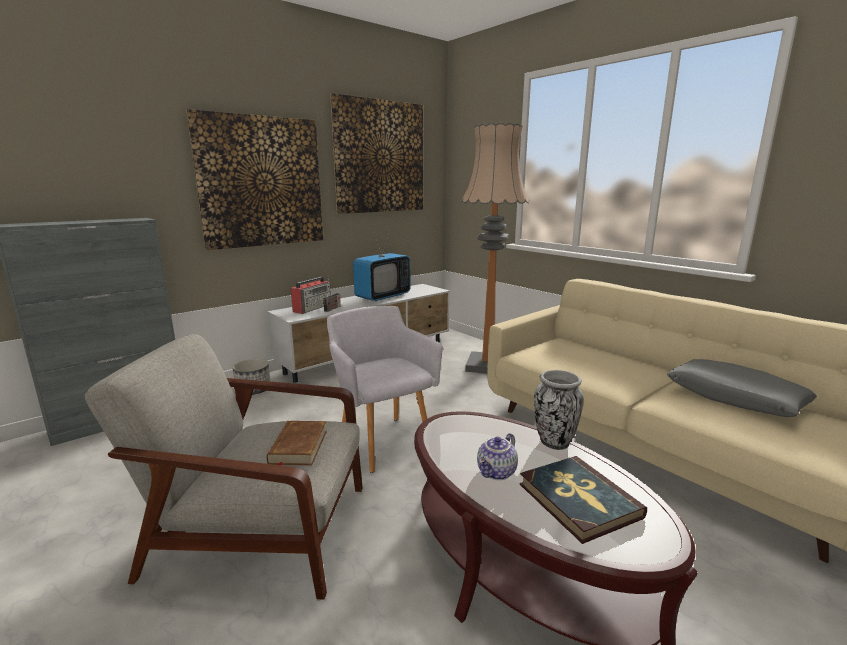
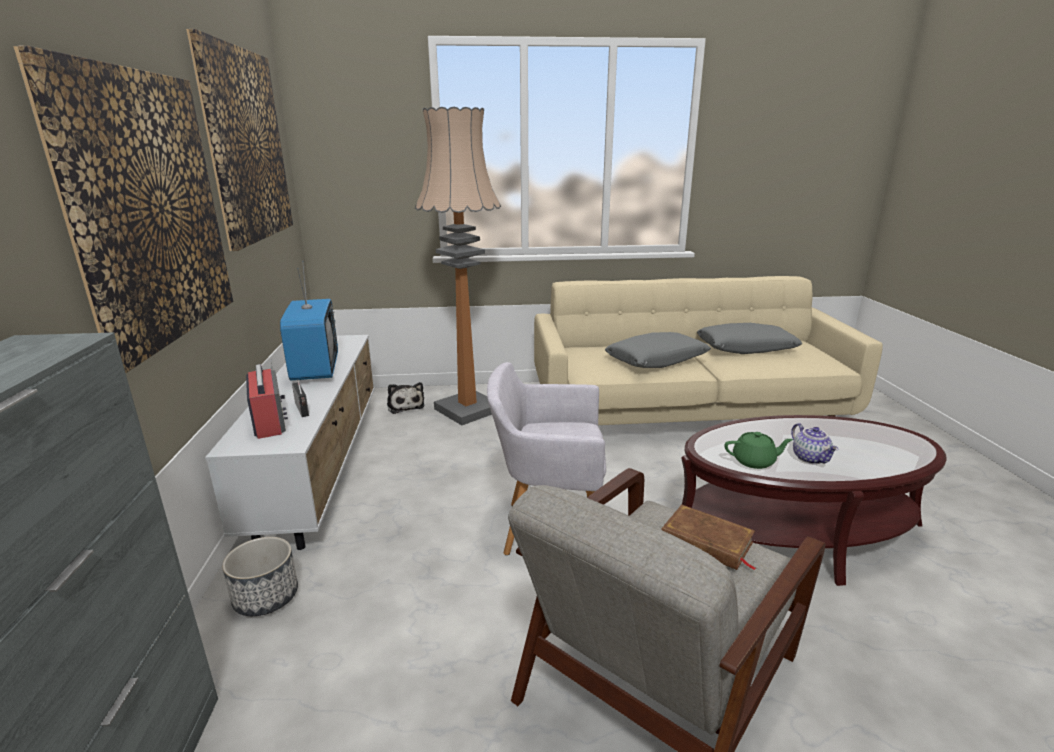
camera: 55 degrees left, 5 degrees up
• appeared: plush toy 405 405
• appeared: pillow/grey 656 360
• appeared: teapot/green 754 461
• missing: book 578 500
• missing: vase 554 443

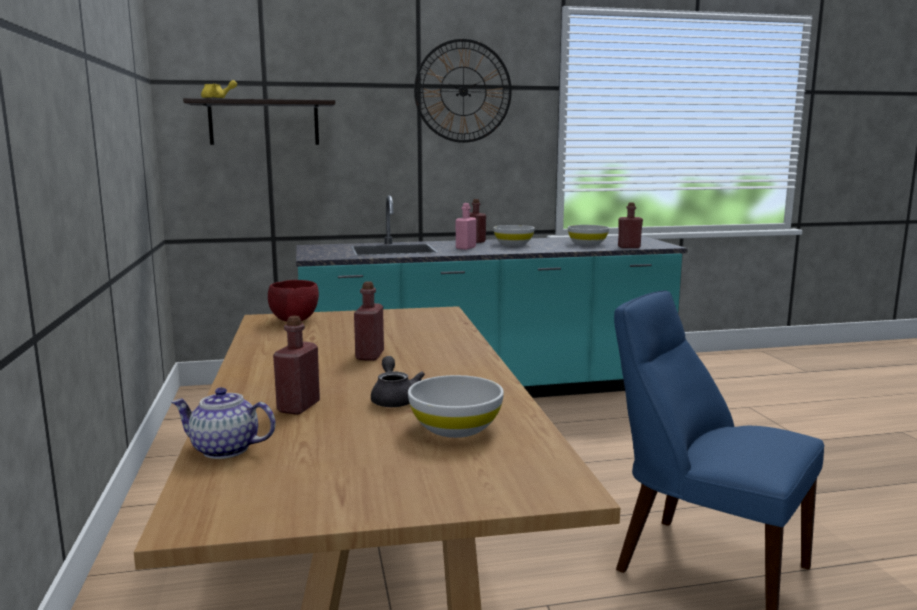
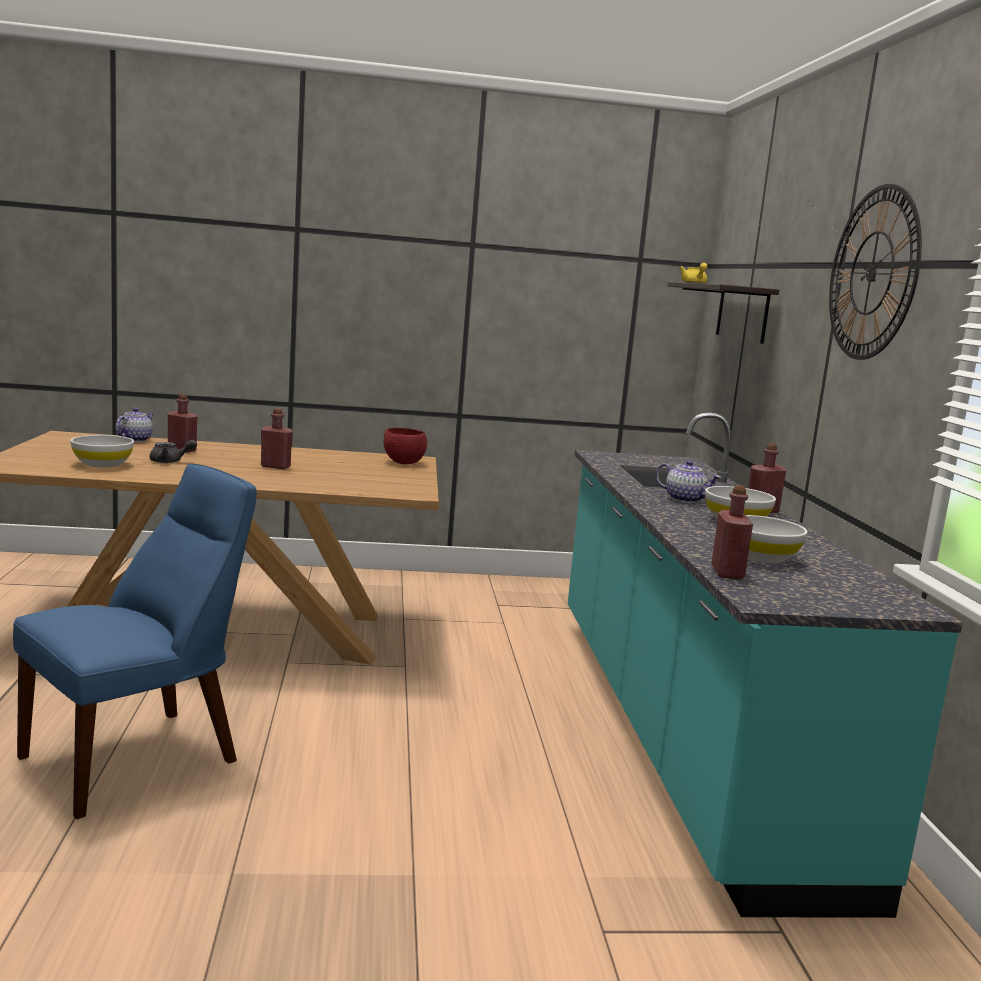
camera: 95 degrees right, 0 degrees up
• exchanged: bottle/pink 465 248 to teapot 685 499

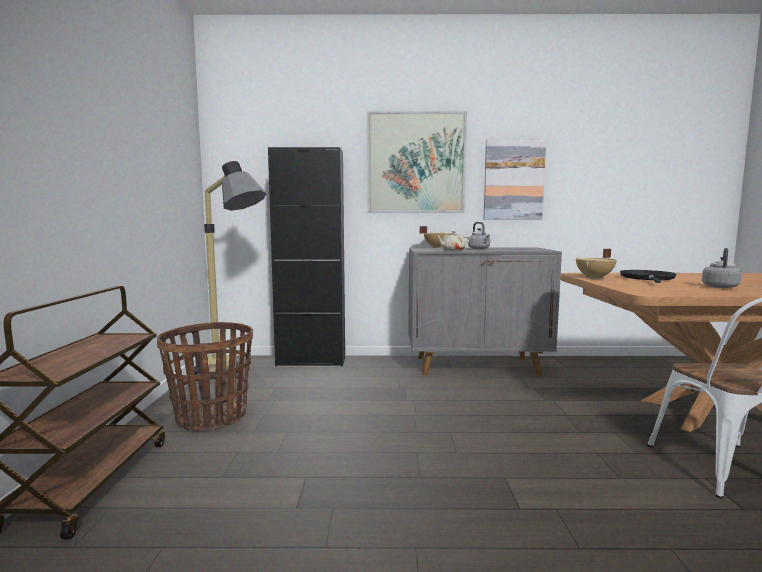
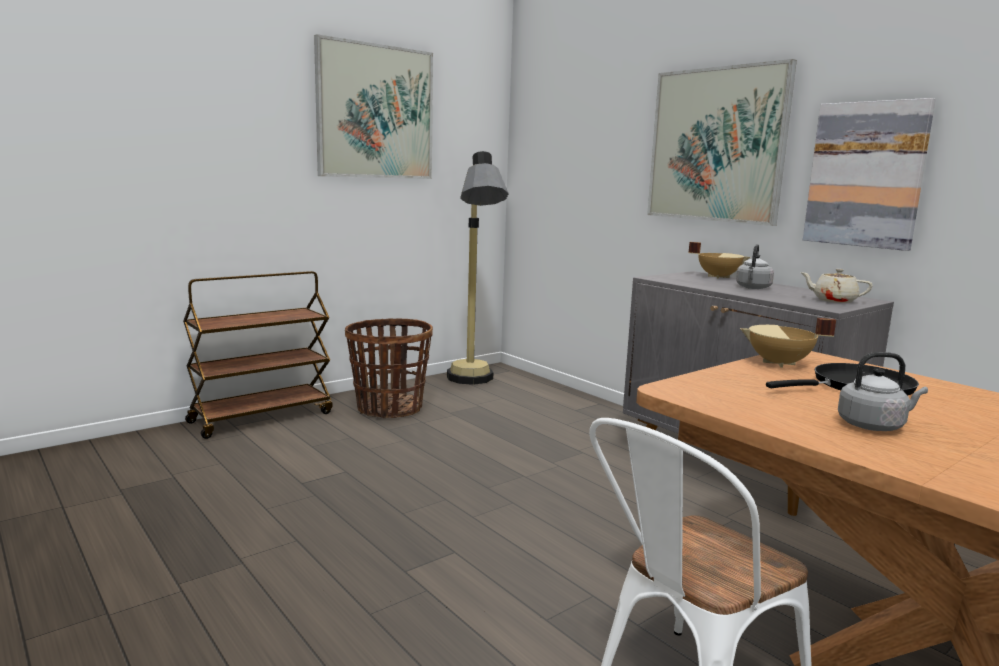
camera: 50 degrees right, 5 degrees up
• appeared: picture 375 112
• relocated: teapot/beige 452 250 to 833 300
• missing: cabinet/black 311 361

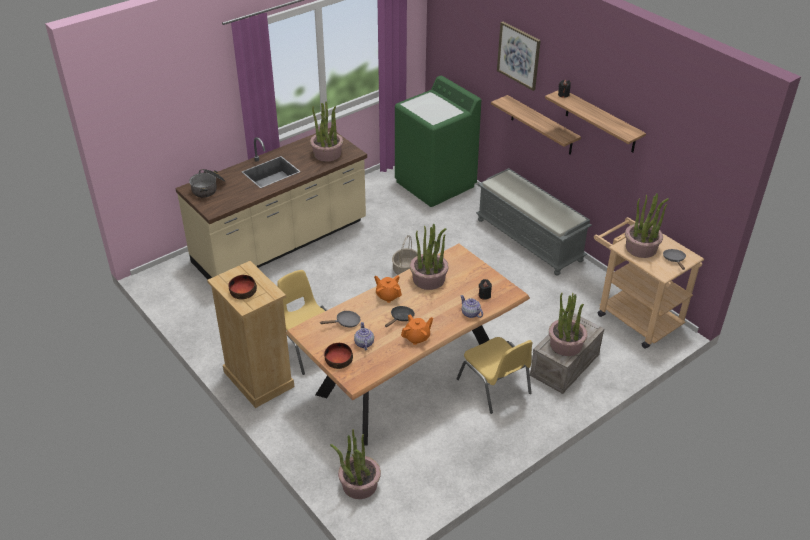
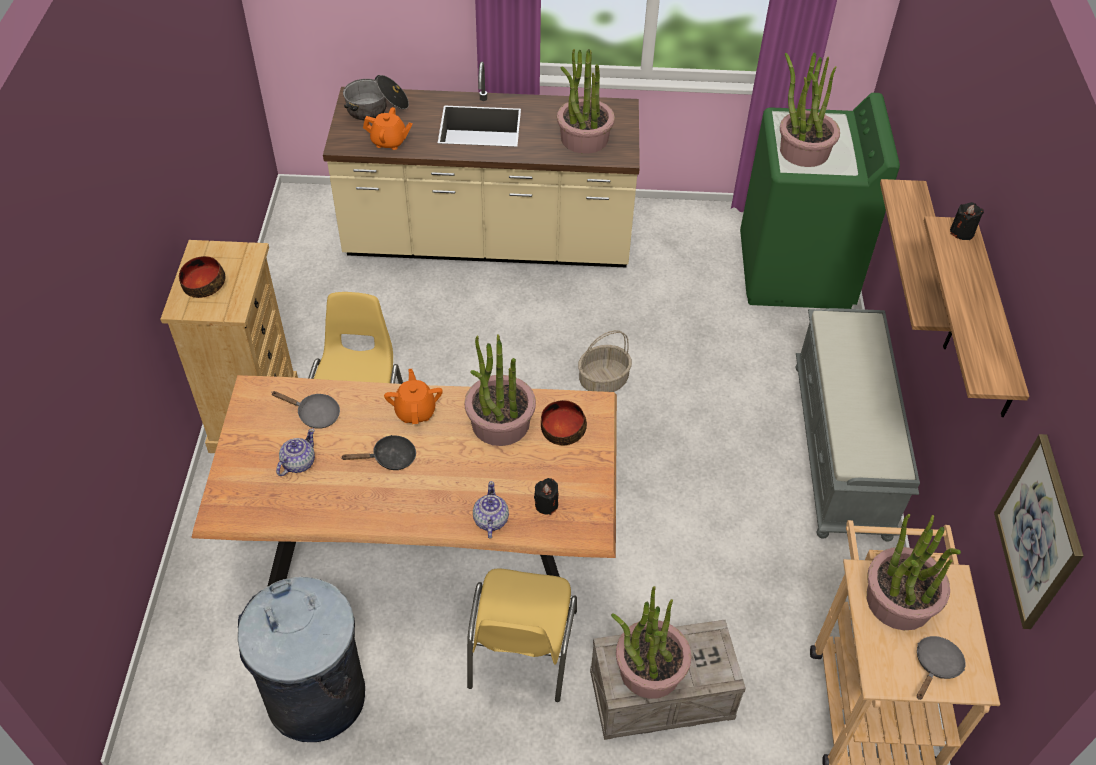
camera: 40 degrees right, 10 degrees up
• appeared: trash can/grey 316 697
• relocated: teapot/orange 417 337 to 389 142
• relocated: bowl 338 360 to 562 429
• relocated: potted plant 359 484 to 803 151
• relocated: picture 519 55 to 1039 532

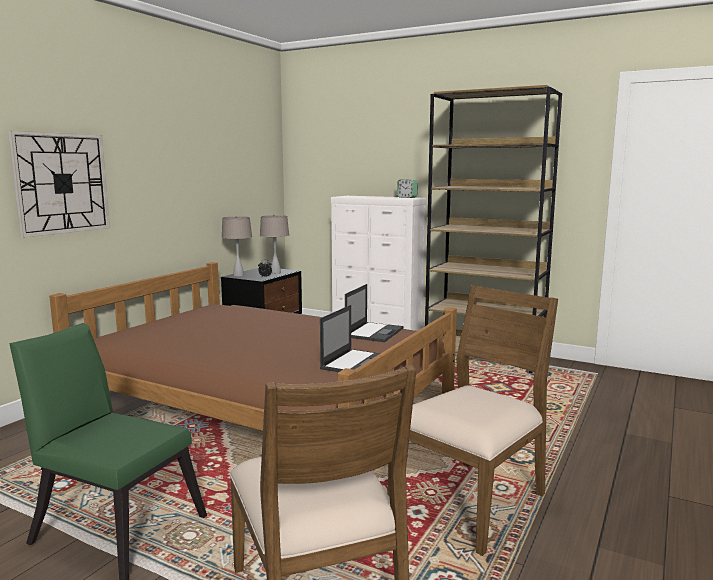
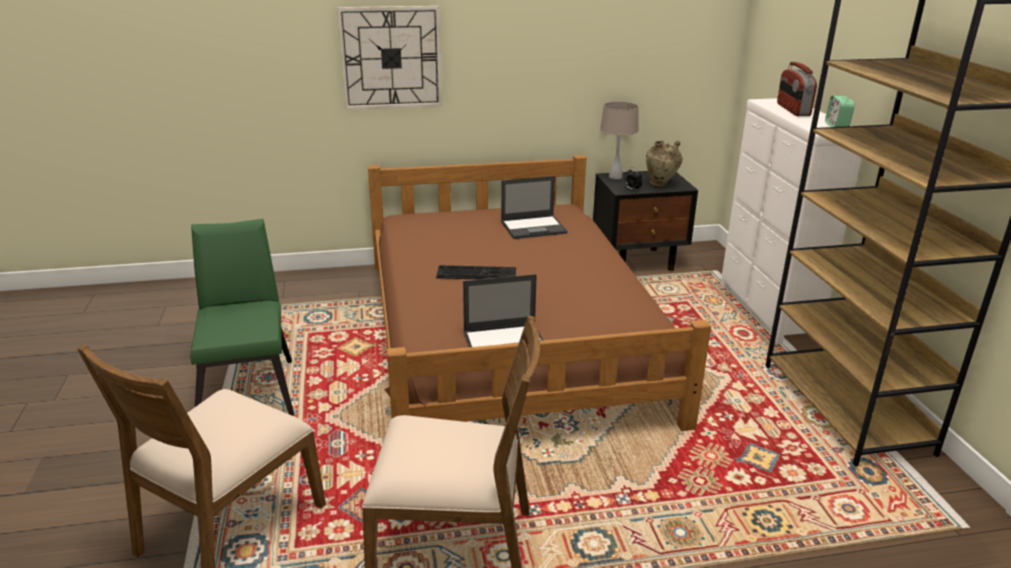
camera: 50 degrees right, 15 degrees up
• appeared: keyboard 477 273
• relocated: laptop 374 332 to 534 227
• exchanged: table lamp/beige 275 272 to vase/beige 661 185
• appeared: radio 792 110

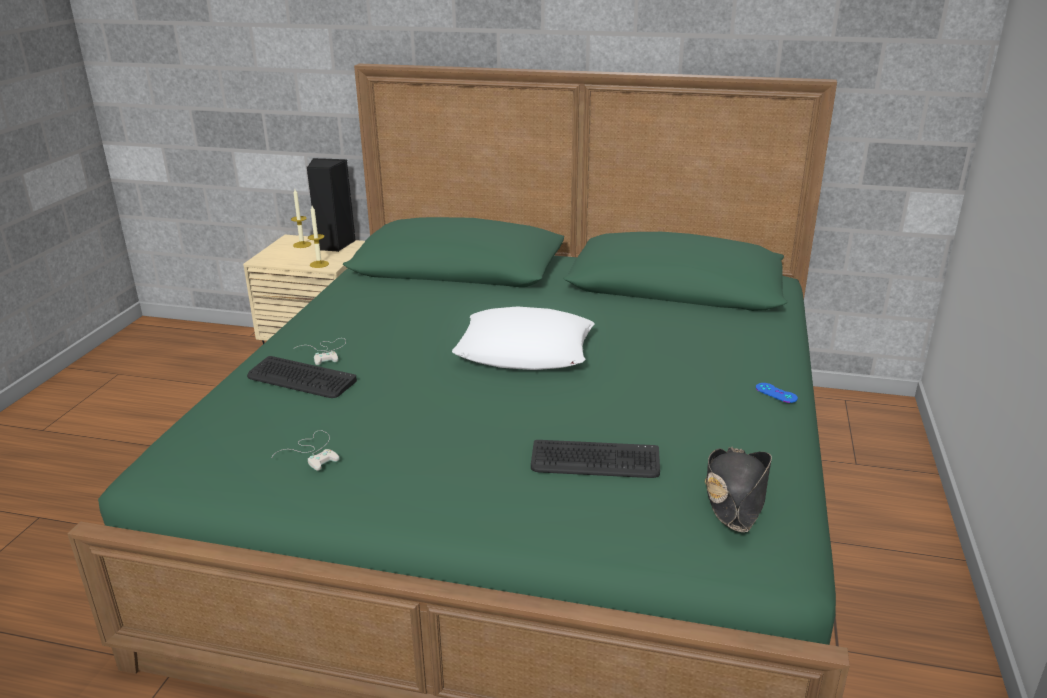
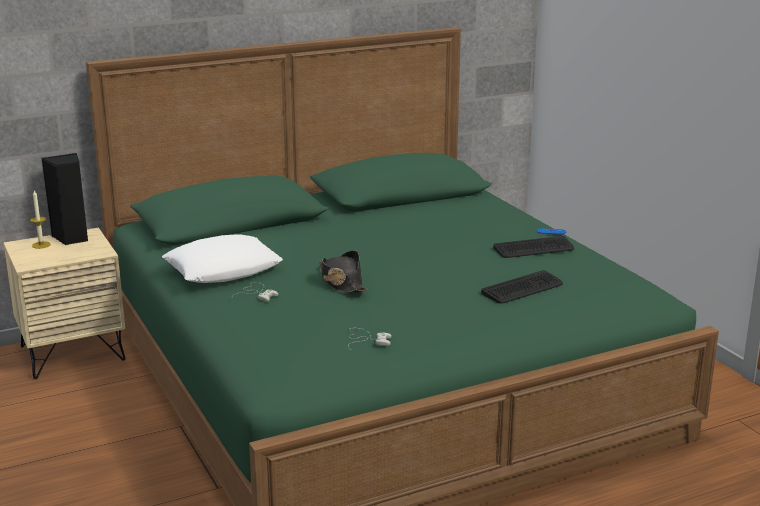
camera: 40 degrees left, 5 degrees down
• relocated: pillow/white 525 350 to 223 269
• relocated: hat/black 735 496 to 341 282
• relocated: keyboard 301 379 to 534 249
• missing: candle 319 264

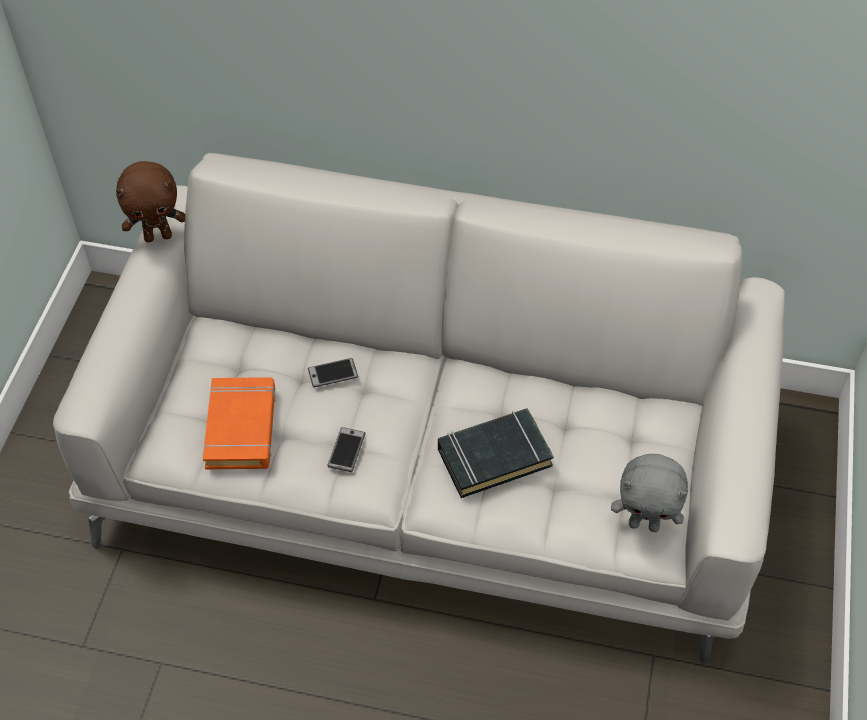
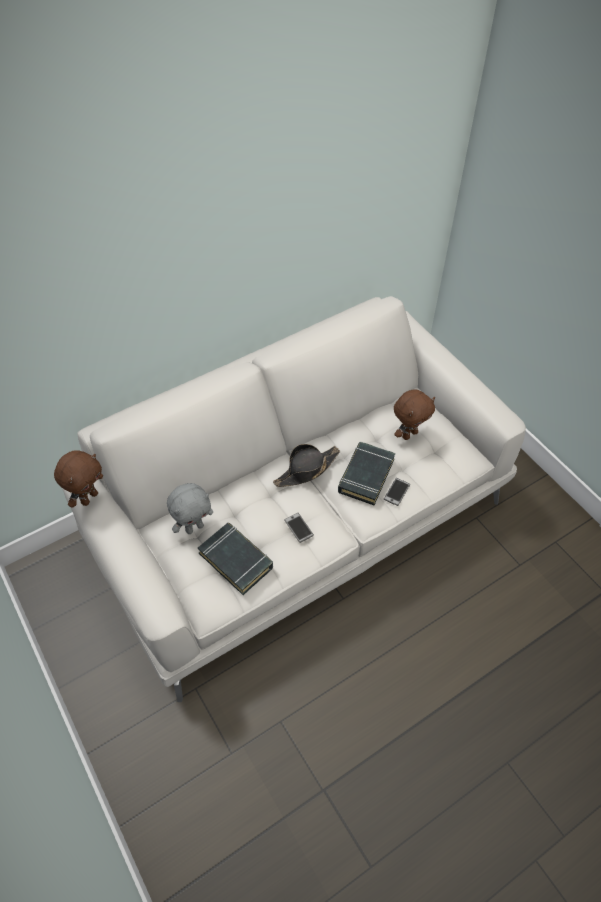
camera: 45 degrees left, 0 degrees up
• relocated: plush toy/grey 644 524 to 194 527
• colour: book/orange 241 428 to book/black 236 560
• appeared: hat/black 306 470
• relocated: phone 333 373 to 396 492
• appeared: plush toy/brown 409 434

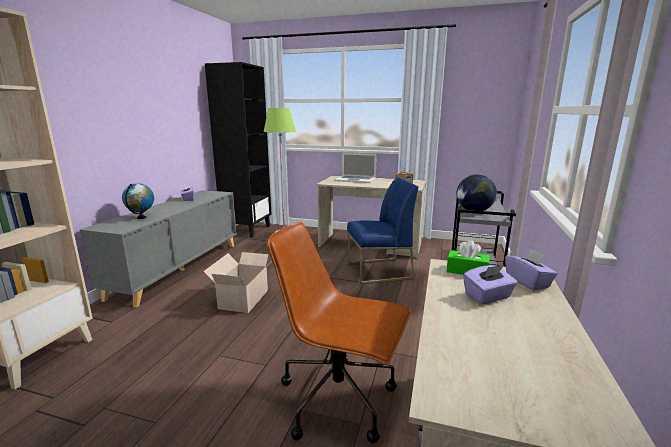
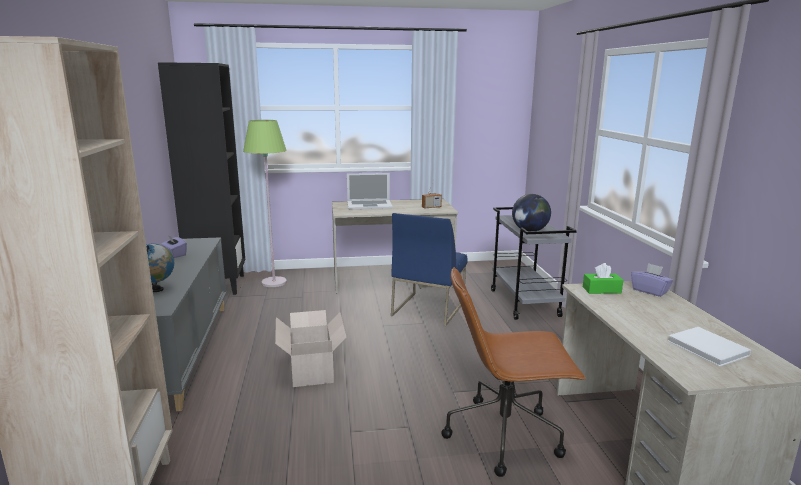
camera: 25 degrees left, 0 degrees up
• spun: chair/blue 378 271 = 428 308 150 degrees clockwise
• appeared: book/white 709 349
• missing: tissue box/purple 488 297

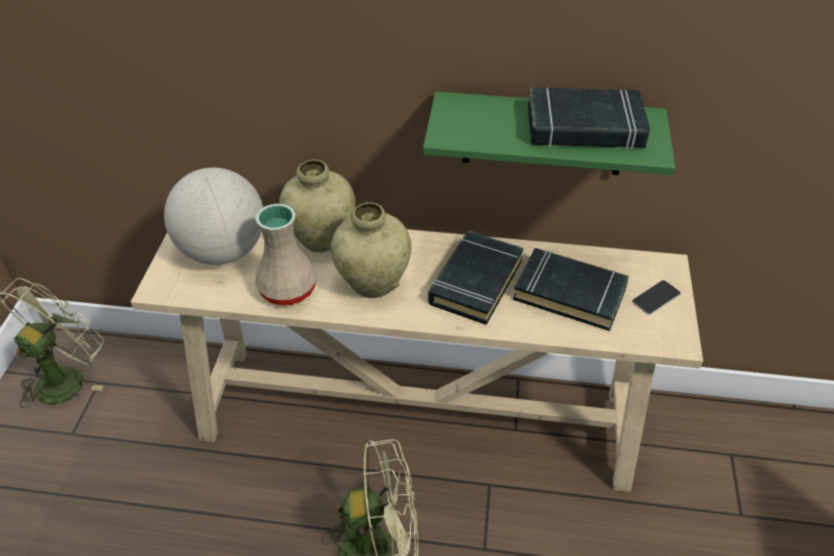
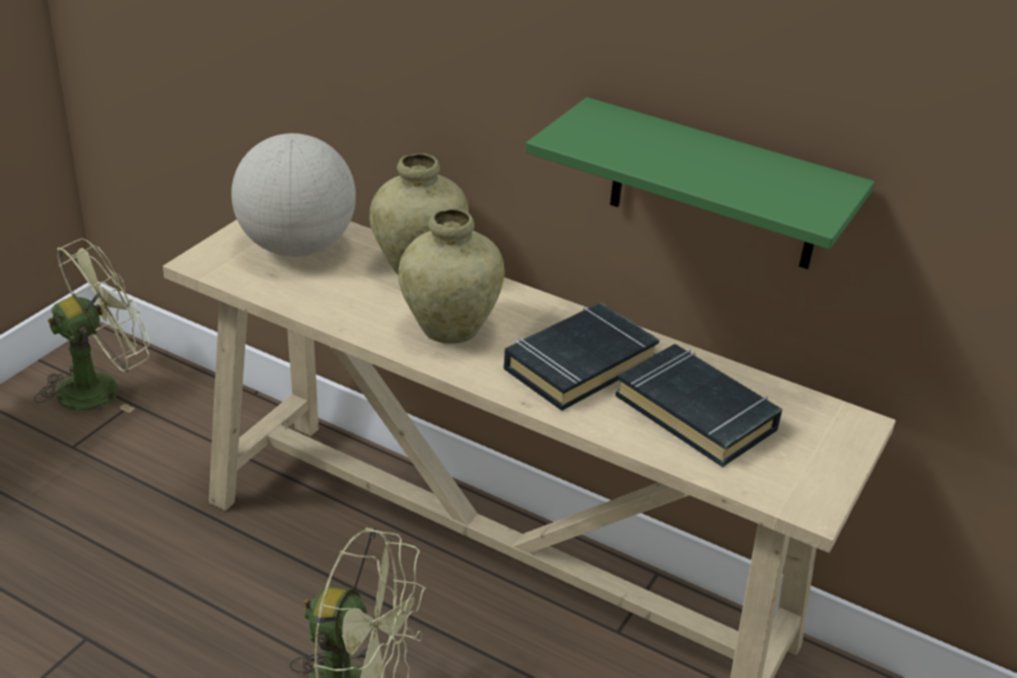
camera: 20 degrees right, 10 degrees down
• missing: vase/beige 288 291
• missing: book/black 584 127
• missing: phone 656 297

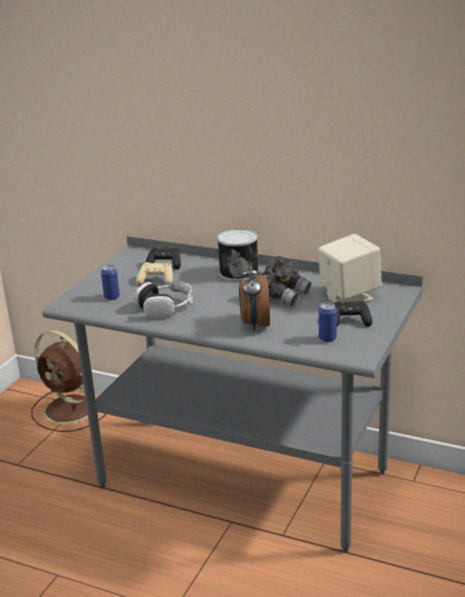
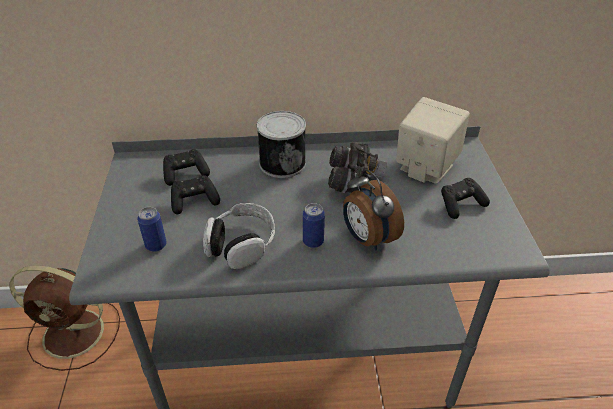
camera: 30 degrees left, 15 degrees up
• colour: game controller/beige 156 281 to game controller/black 194 201
• relocated: can 327 338 to 313 241

